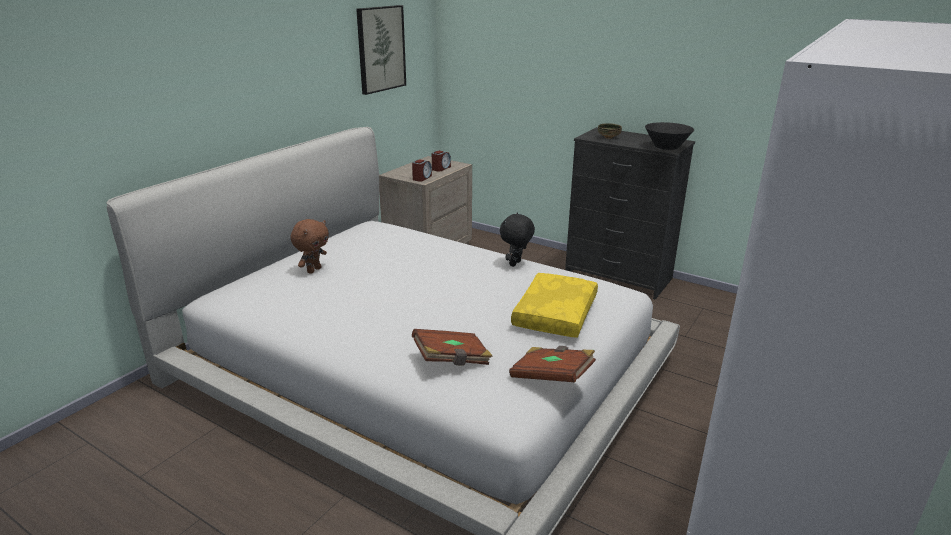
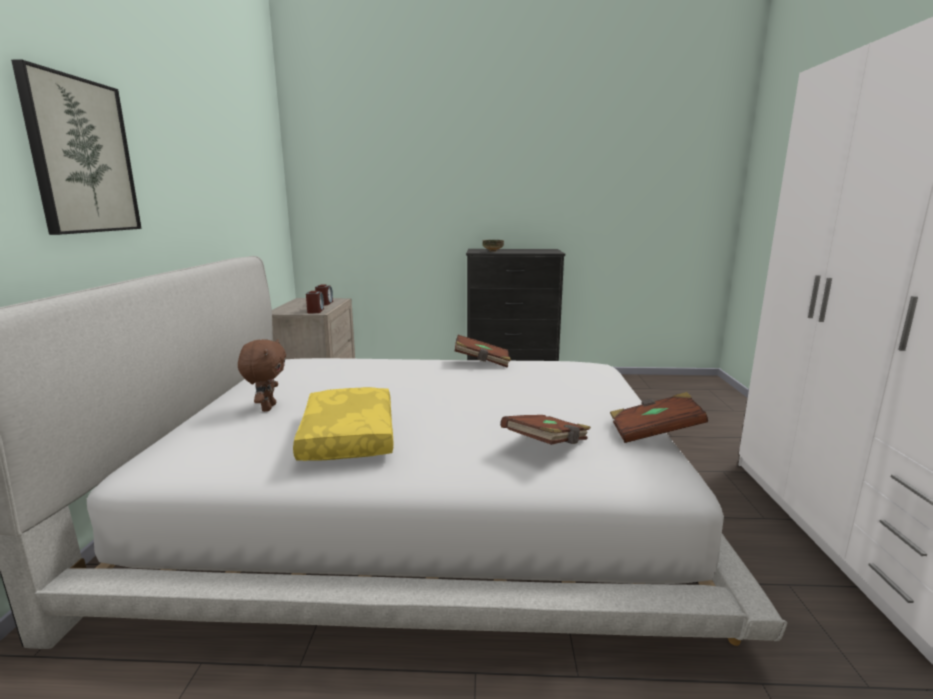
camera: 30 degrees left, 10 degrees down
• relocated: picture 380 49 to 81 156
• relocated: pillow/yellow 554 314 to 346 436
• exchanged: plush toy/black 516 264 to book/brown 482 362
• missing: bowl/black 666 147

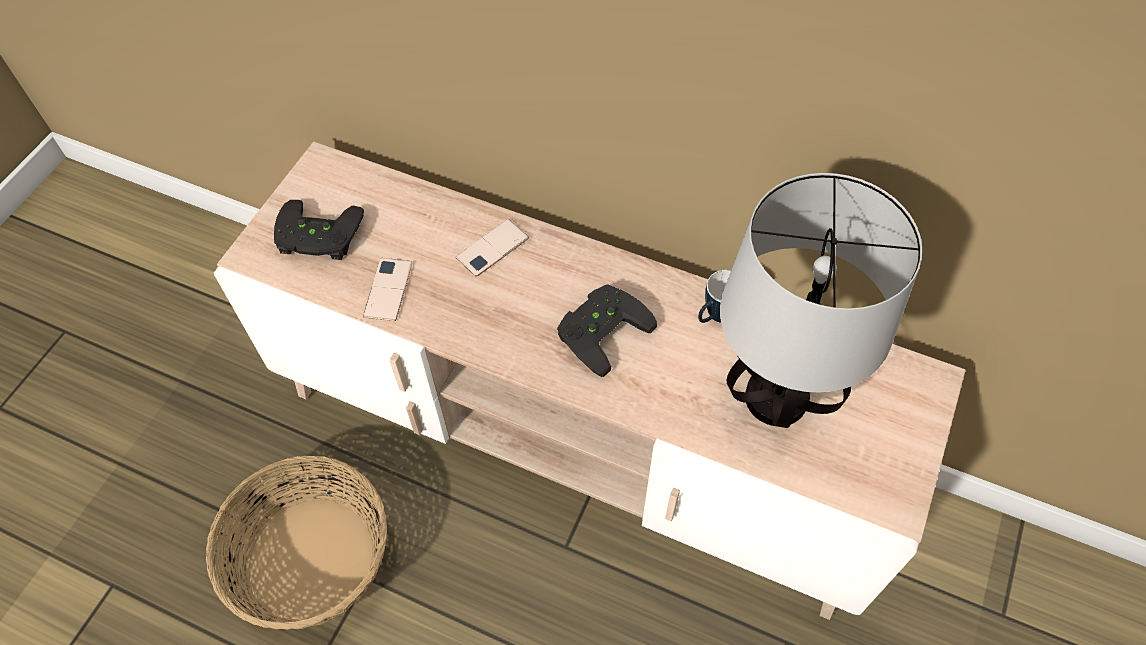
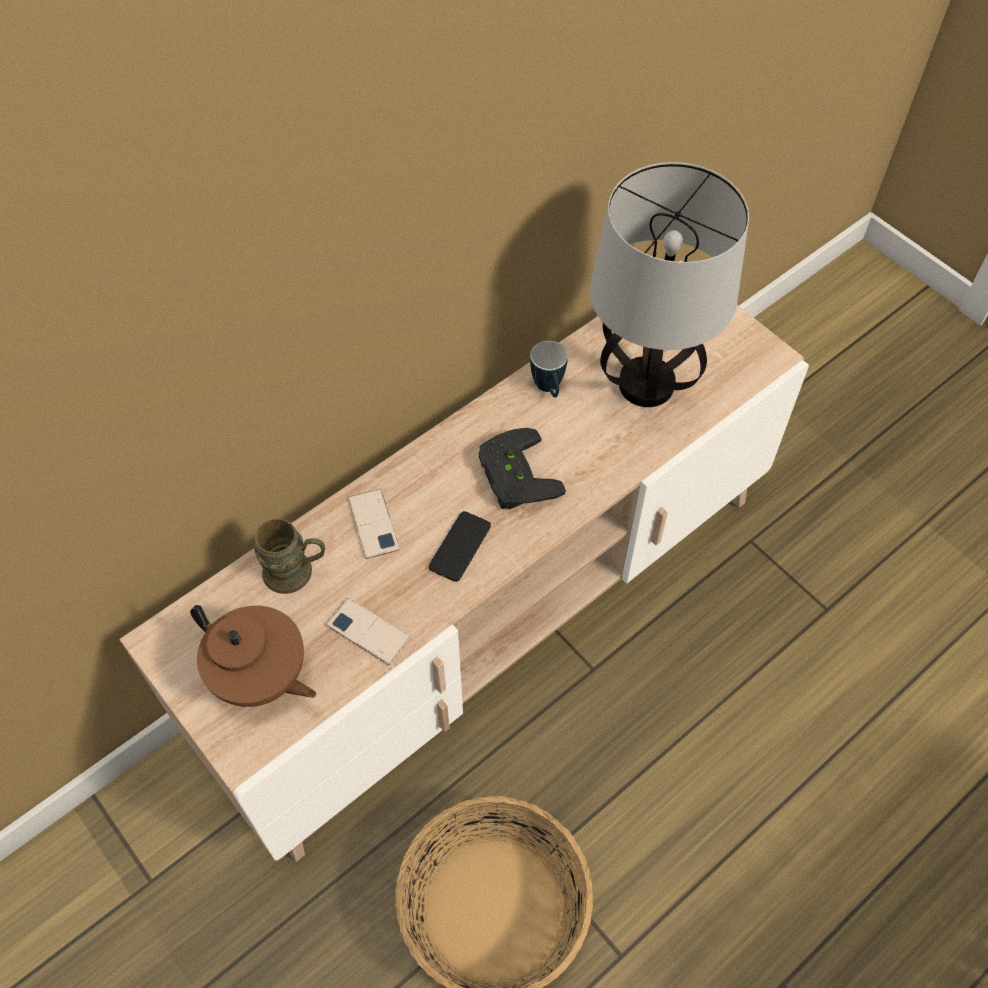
camera: 65 degrees left, 0 degrees up
• exchanged: game controller/black 317 238 to teapot/brown 260 677
• appeared: mug/brown 297 572
• appeared: phone 460 546

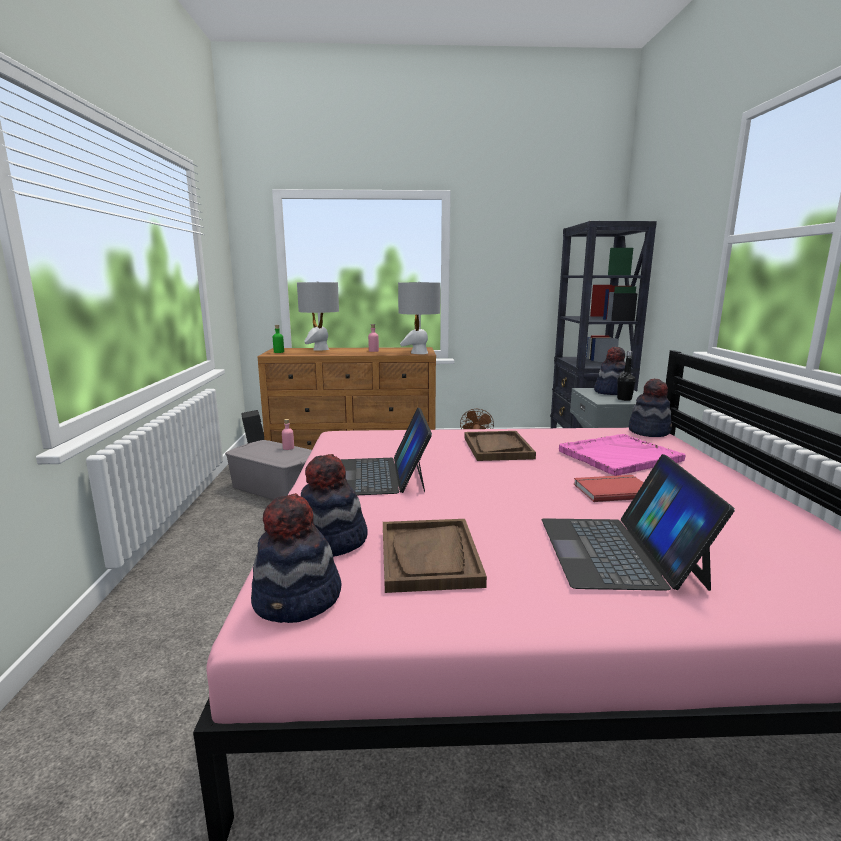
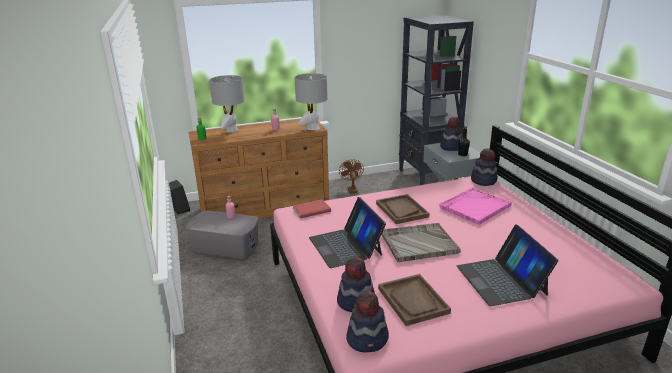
camera: 15 degrees left, 10 degrees up
• relocated: book/red 611 490 to 311 209
• appeared: tray/grey 418 243

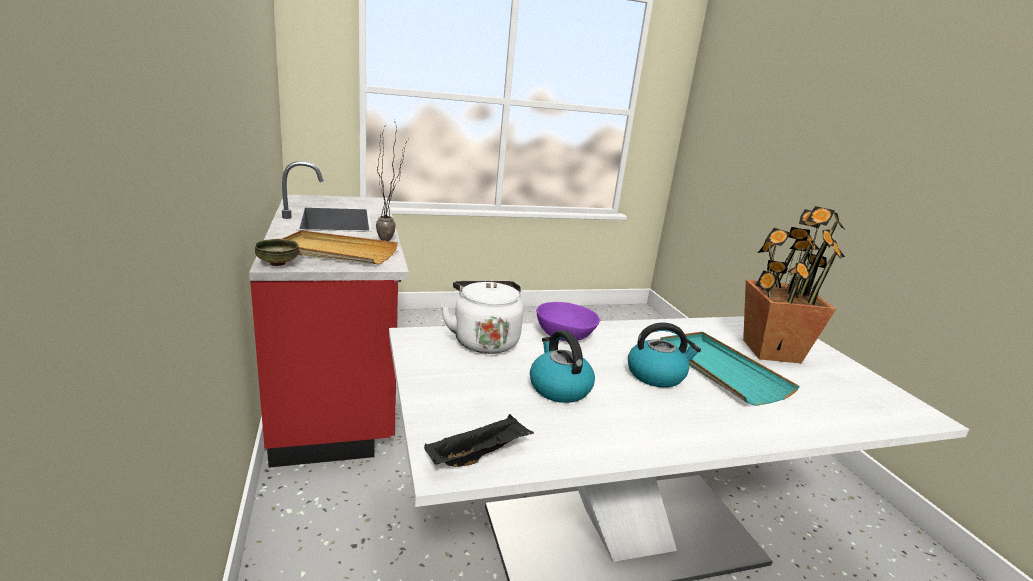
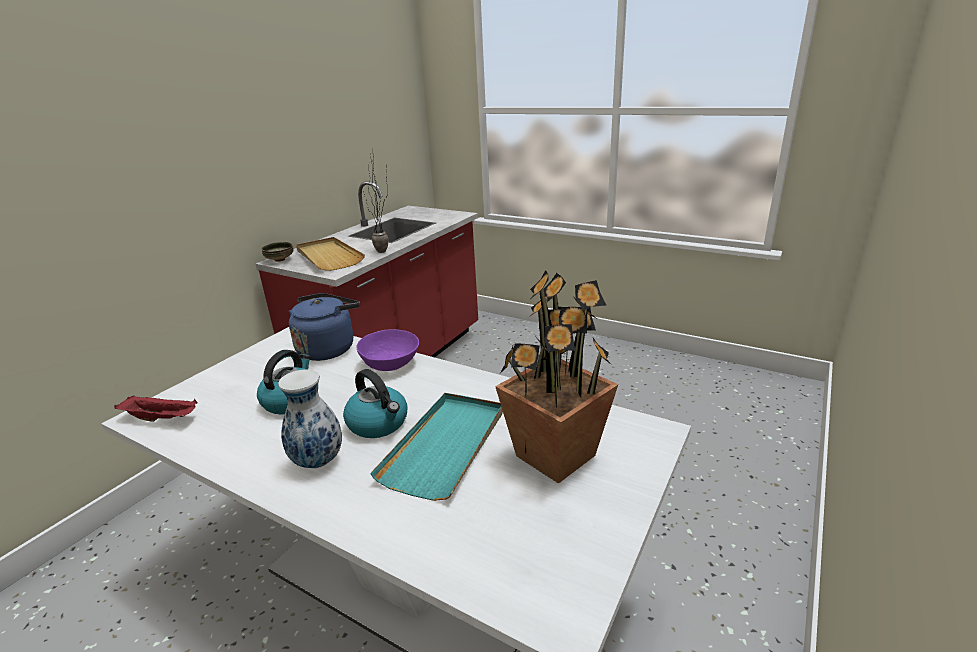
camera: 50 degrees right, 5 degrees up
• colour: tray/black 479 455 to tray/red 162 418
• appeared: vase 319 461
• colour: kettle/white 484 340 to kettle/blue 328 348

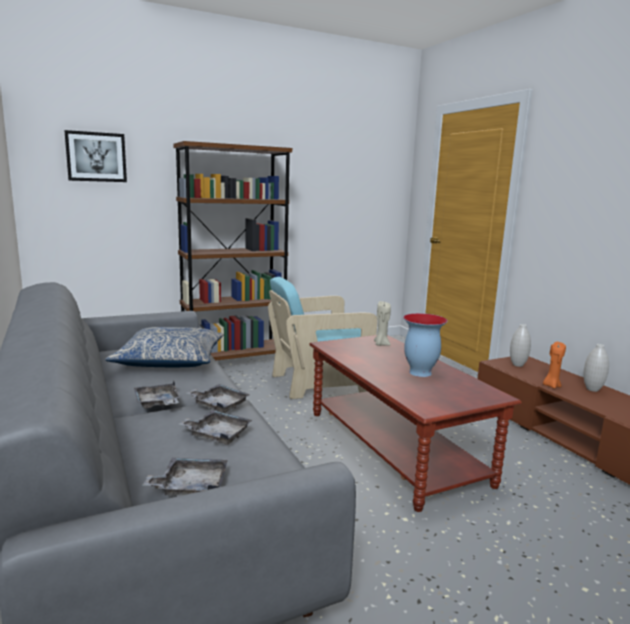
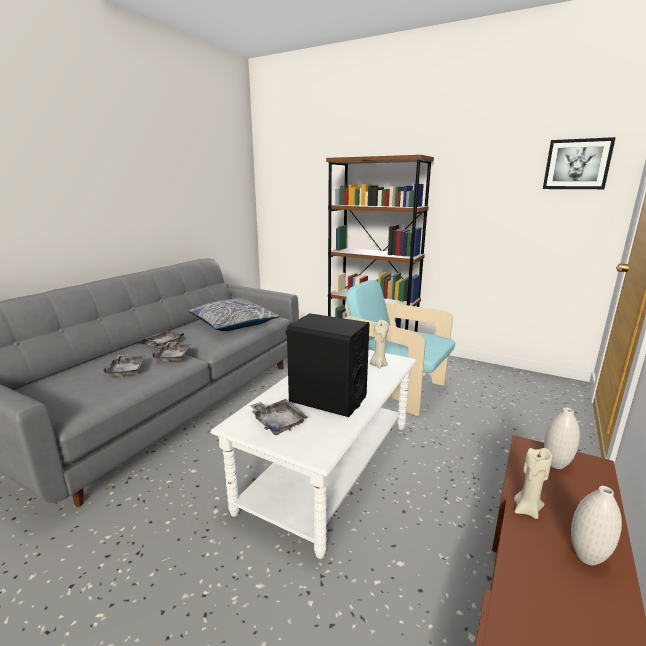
camera: 55 degrees right, 5 degrees up
• colour: coffee table/brown 394 446 to coffee table/white 330 464
• relocated: tray/grey 190 486 to 278 422
• exchanged: vase 419 372 to speaker/black 327 399
• colour: candle/orange 551 386 to candle/beige 526 509
• relocated: picture 96 157 to 577 164

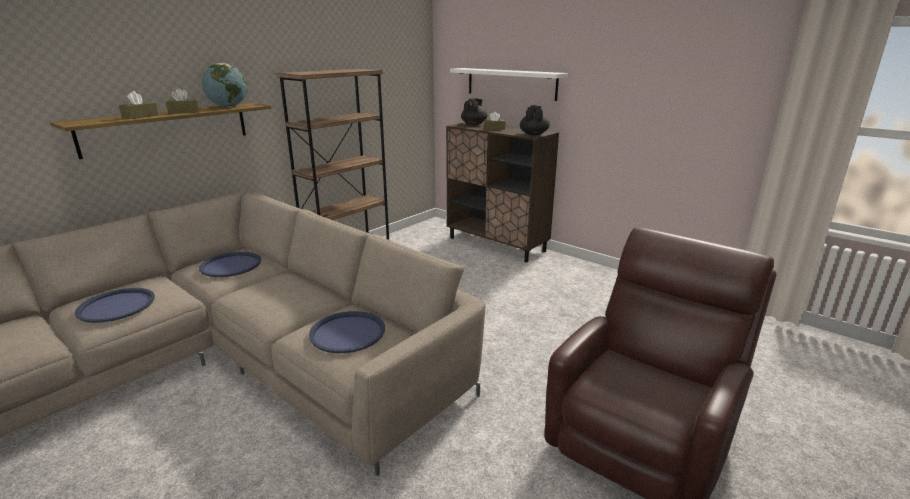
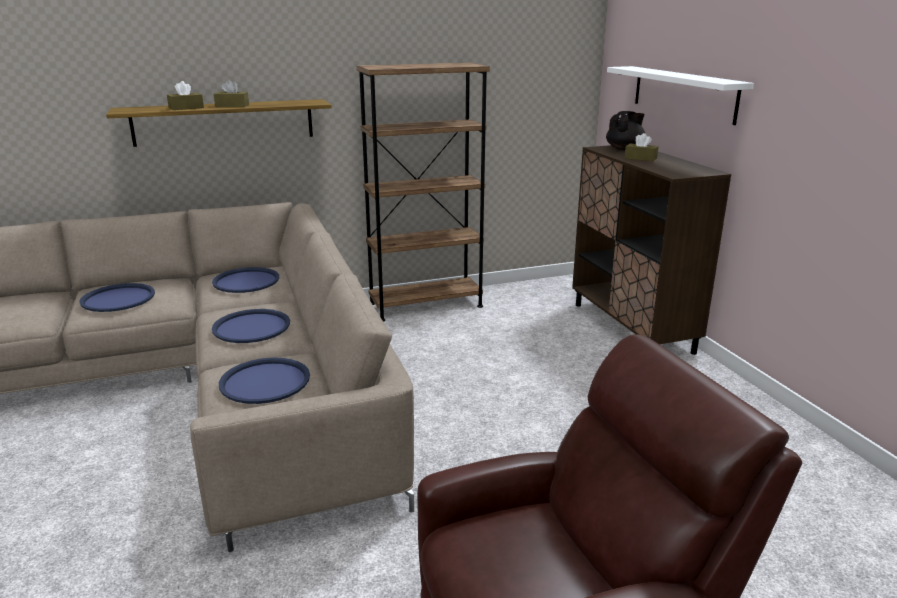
camera: 30 degrees right, 0 degrees up
• appeared: tray/blue 251 327
• missing: globe 228 106
• missing: teapot/black 533 134

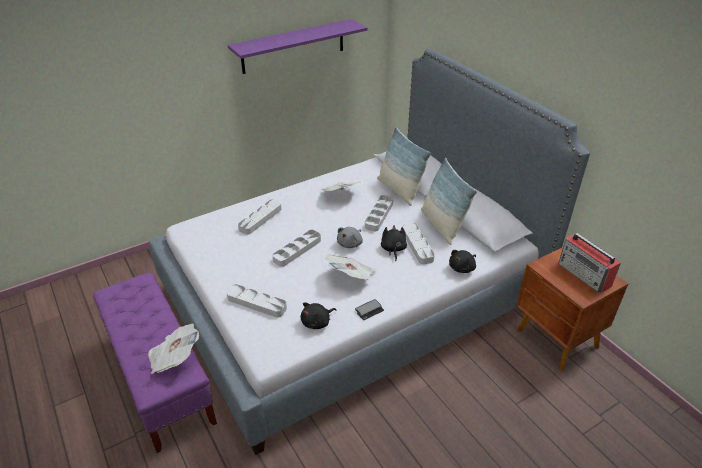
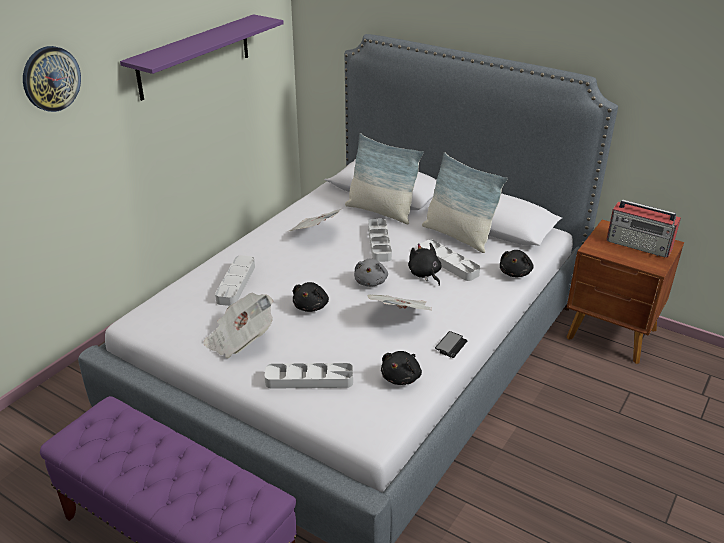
camera: 25 degrees left, 5 degrees down
• appeared: wall clock 51 78
• relocated: newspaper 174 358 to 240 340
• exchanged: tray/grey 297 250 to plush toy/black 311 306

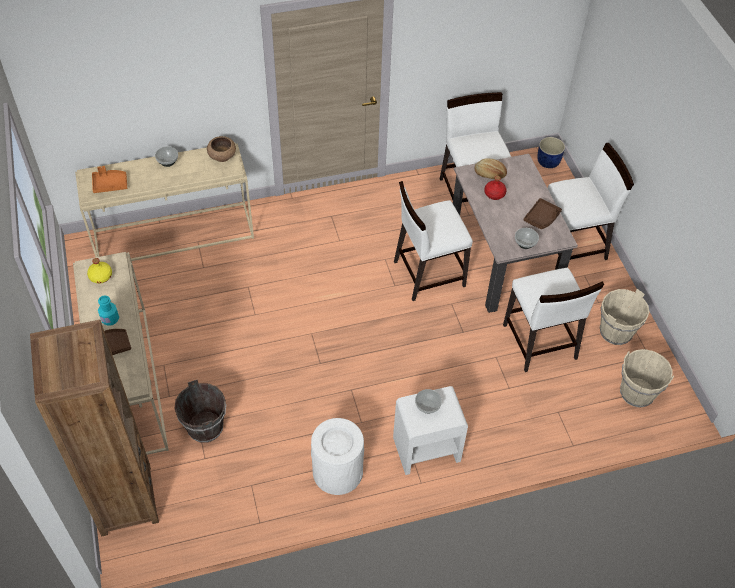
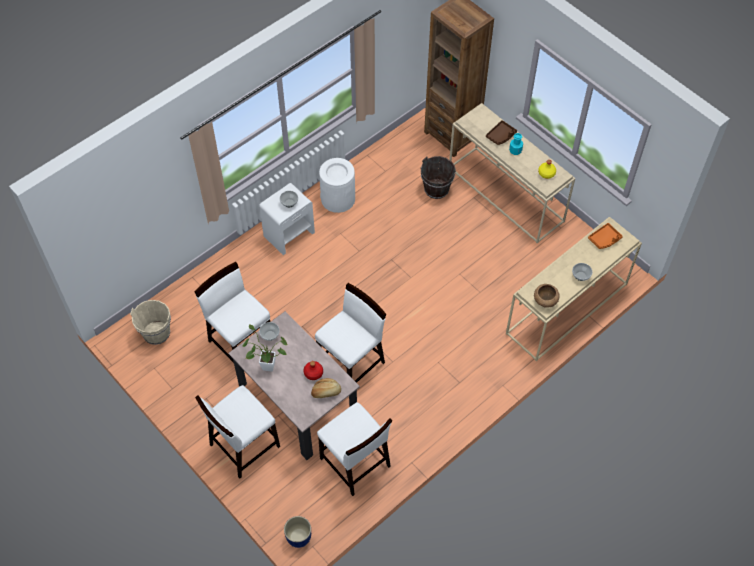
camera: 155 degrees right, 5 degrees up
• exchanged: tray/brown 542 218 to potted plant 265 366
• missing: bucket/beige 616 332

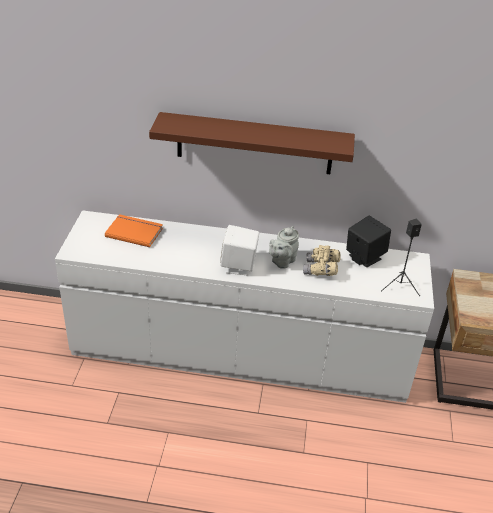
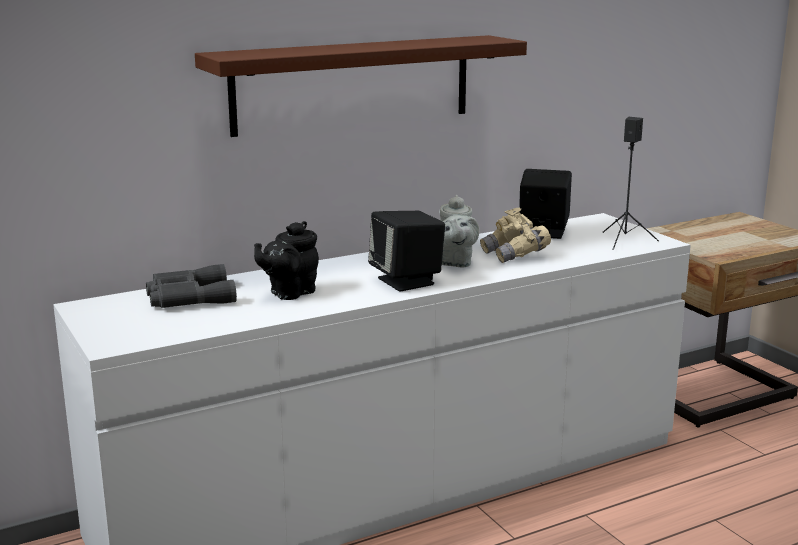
camera: 35 degrees left, 20 degrees down
• exchanged: book/orange 134 231 to binoculars/grey 188 297
• appeared: teapot/black 289 293
• colour: speaker/white 239 266 to speaker/black 407 281

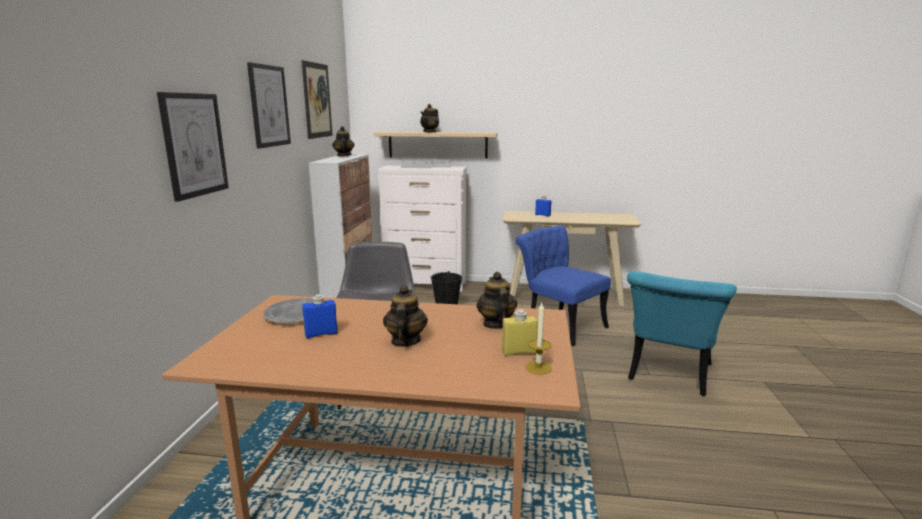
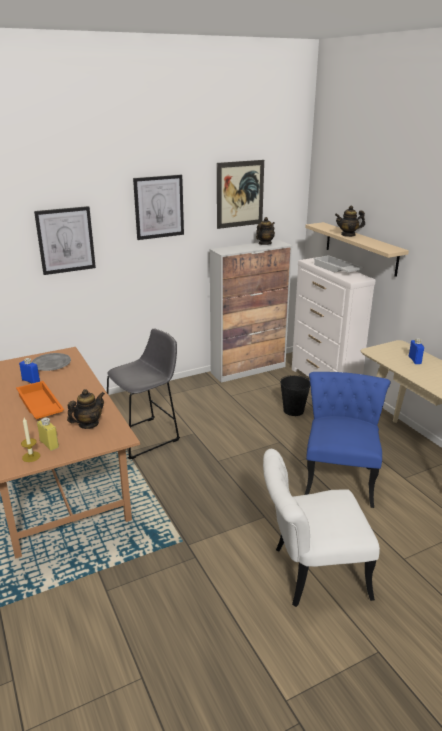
camera: 55 degrees right, 10 degrees up
• exchanged: teapot 405 341 to tray/orange 39 406
• colour: chair/turquoise 668 376 to chair/white 310 573

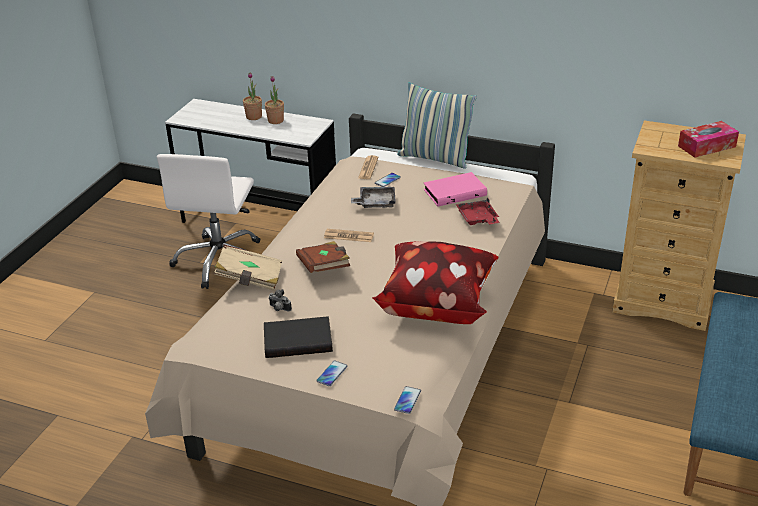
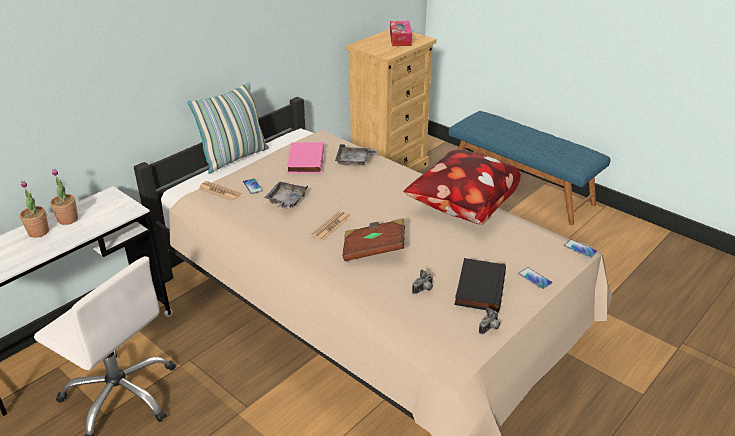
camera: 70 degrees left, 0 degrees up
• colour: tray/red 478 219 to tray/grey 354 161
• appeared: photo camera 490 329
• missing: book/beige 250 279

